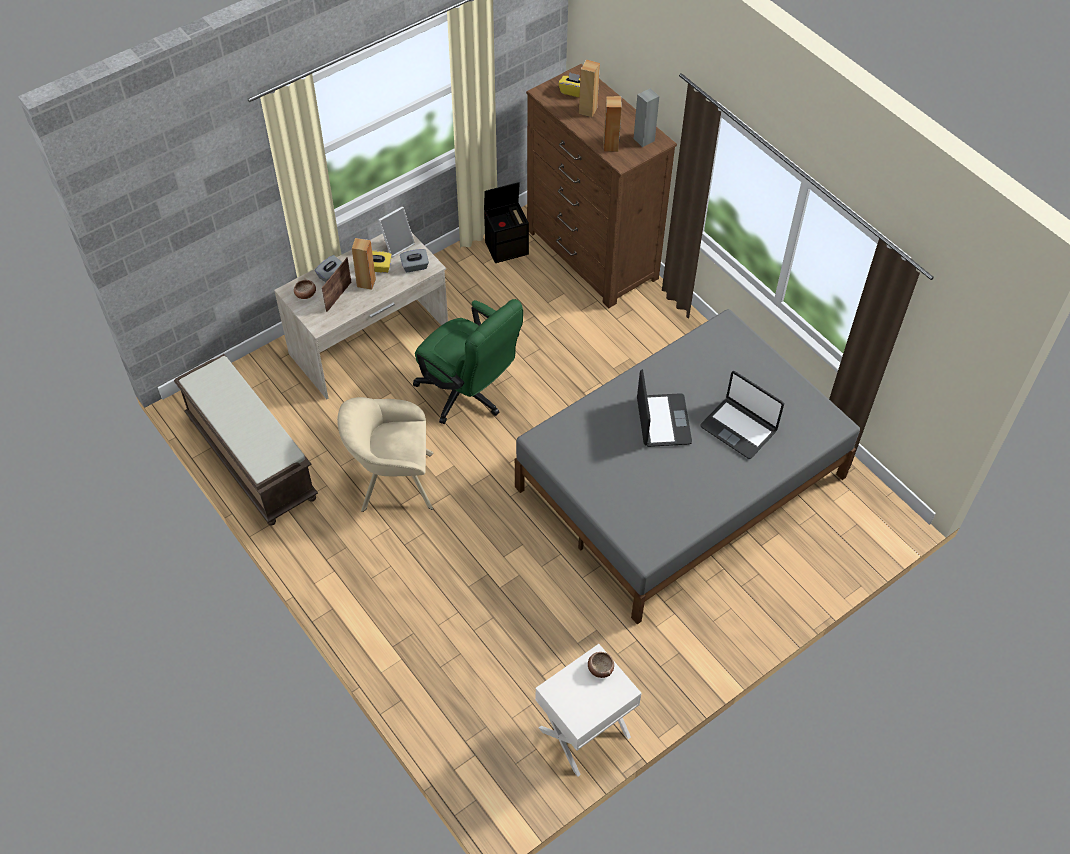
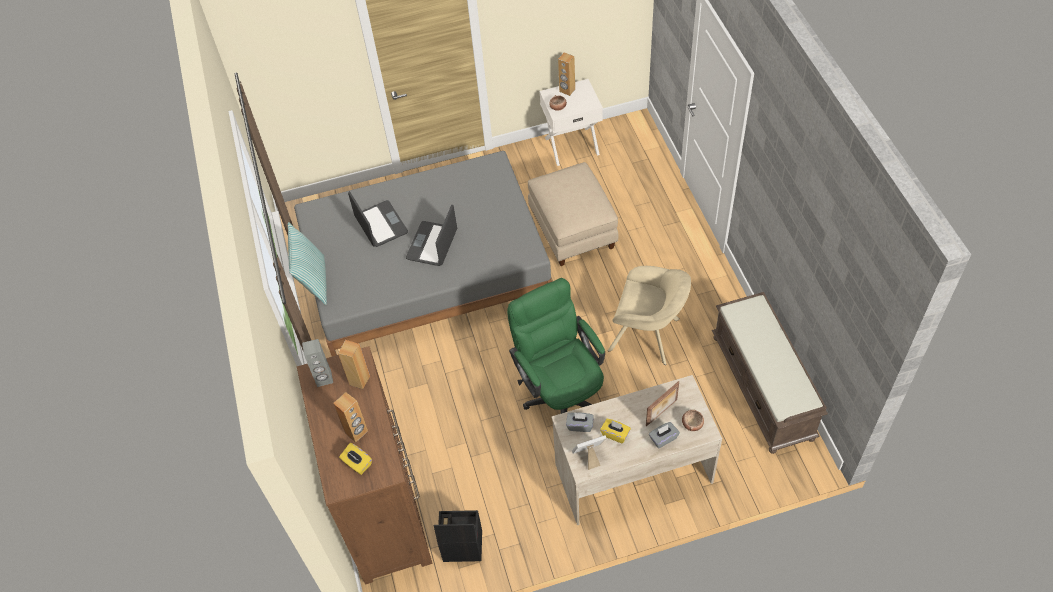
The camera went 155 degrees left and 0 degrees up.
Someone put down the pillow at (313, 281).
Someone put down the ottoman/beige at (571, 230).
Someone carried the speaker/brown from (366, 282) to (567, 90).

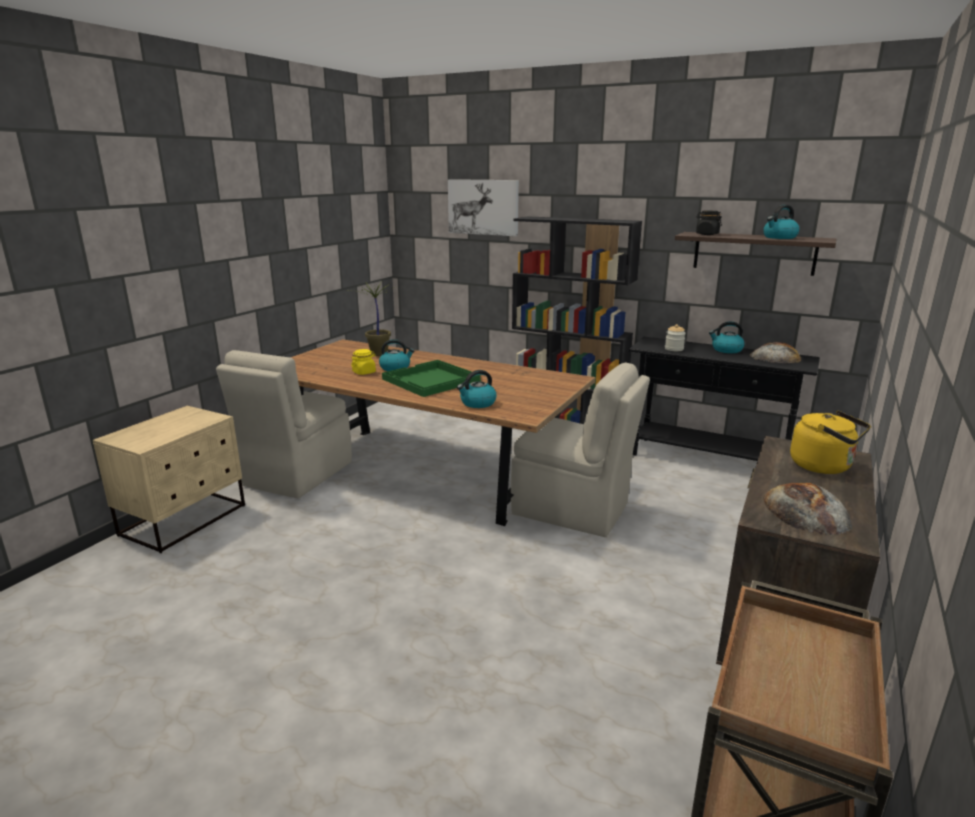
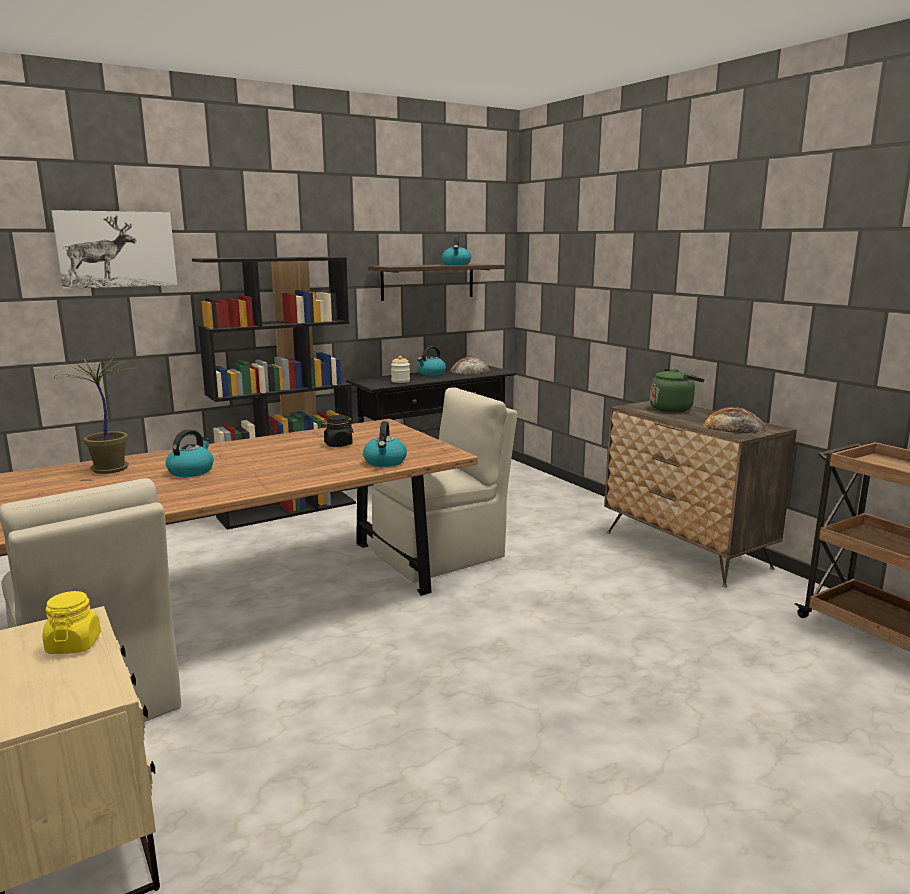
The camera went 60 degrees left and 5 degrees down.
Someone carried the jar/yellow from (364, 372) to (74, 644).
Someone carried the jar/black from (707, 234) to (338, 444).
Someone repainted the kettle/yellow at (824, 466), which became the kettle/green at (673, 409).
Someone took away the tray/green at (431, 380).

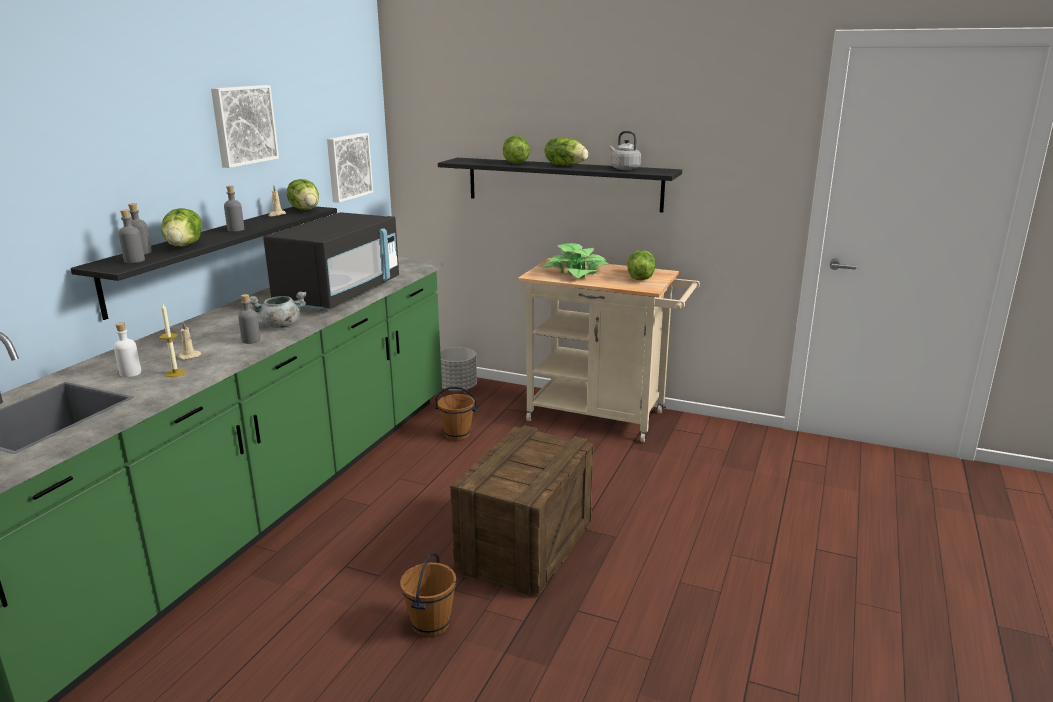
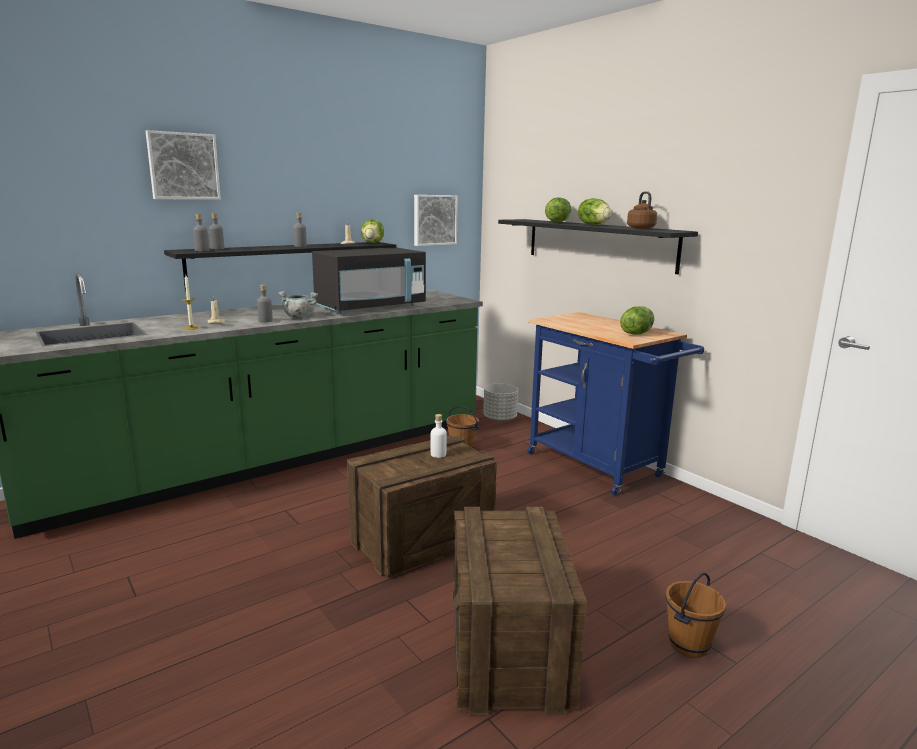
The camera went 30 degrees right and 5 degrees down.
Someone carried the picture from (243, 125) to (183, 166).
Someone carried the bottle/white from (130, 373) to (438, 454).
Someone put down the crate at (508, 651).
Someone repainted the cart/beige at (604, 417), which became the cart/blue at (600, 468).
Someone repainted the kettle/grey at (623, 168), which became the kettle/brown at (640, 228).
Someone carried the bucket/brown from (430, 624) to (688, 644).
Someone took away the lettuce at (185, 245).
Someone took away the potted plant at (576, 272).

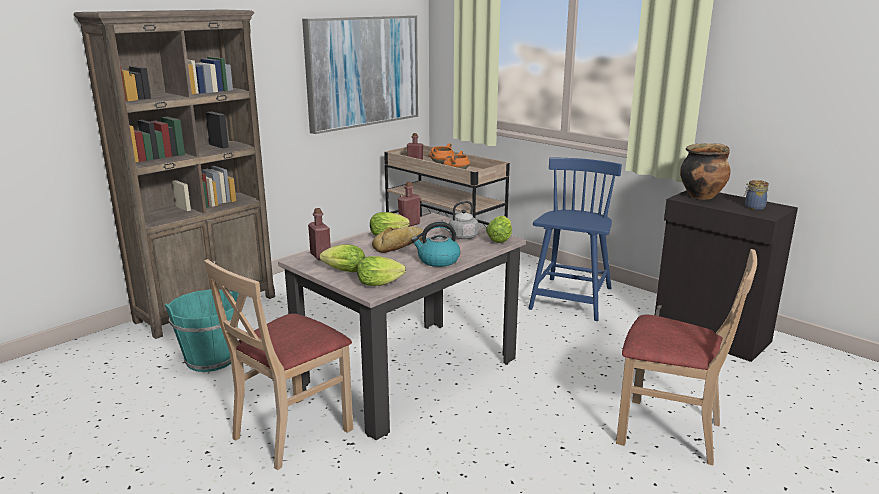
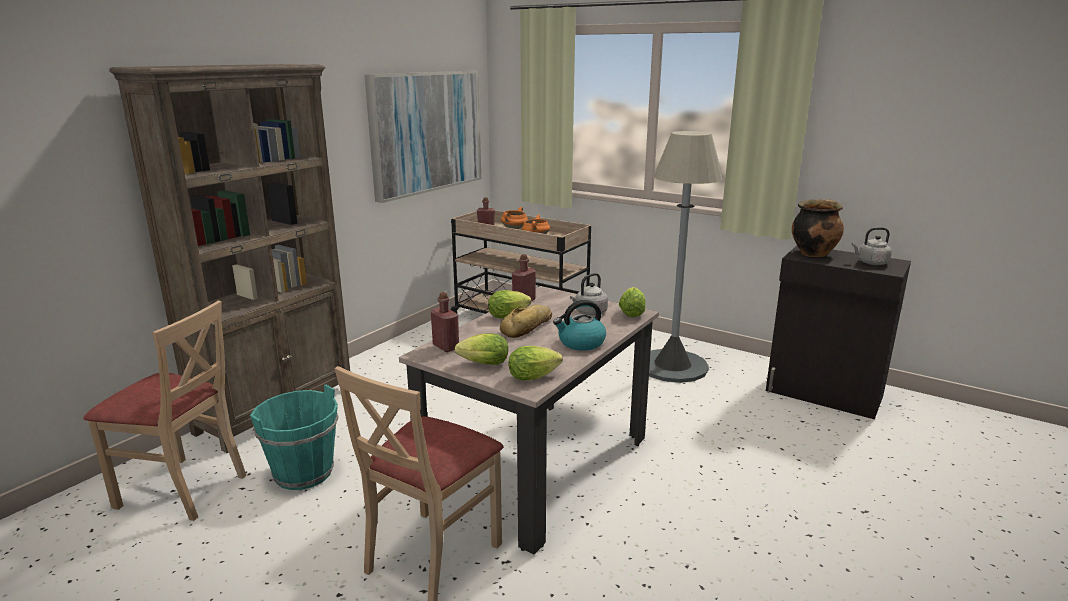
The camera went 10 degrees left and 0 degrees up.
Someone carried the chair/beige from (669, 431) to (183, 489).
Someone swapped the chair/blue at (571, 299) for the floor lamp/grey at (672, 366).
Someone swapped the jar at (753, 207) for the kettle/grey at (871, 263).

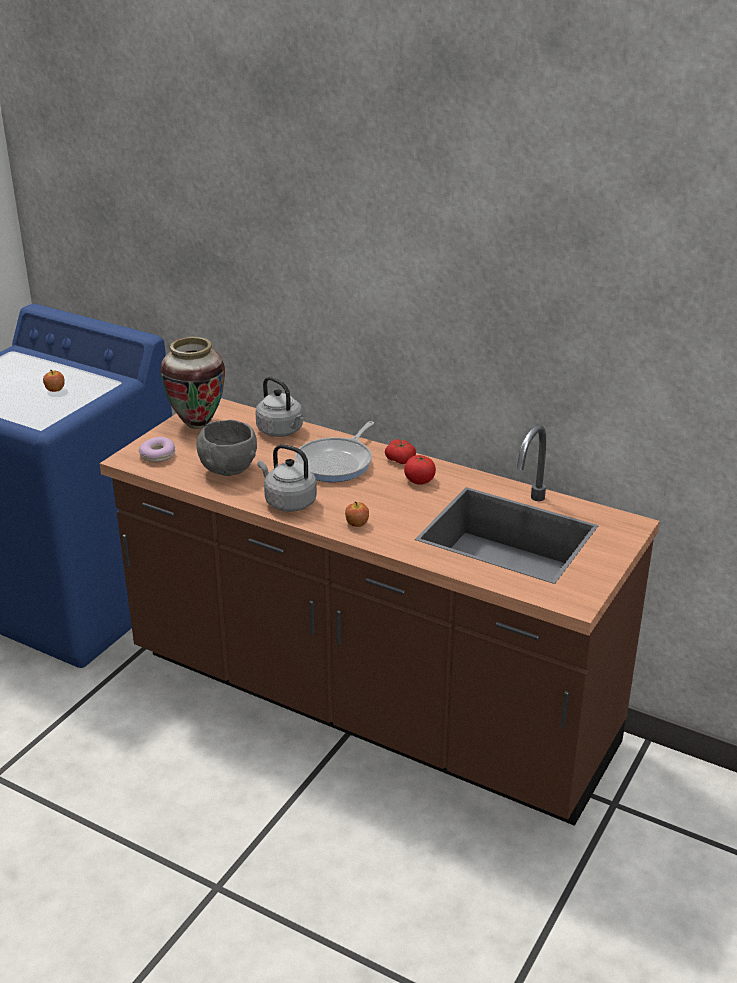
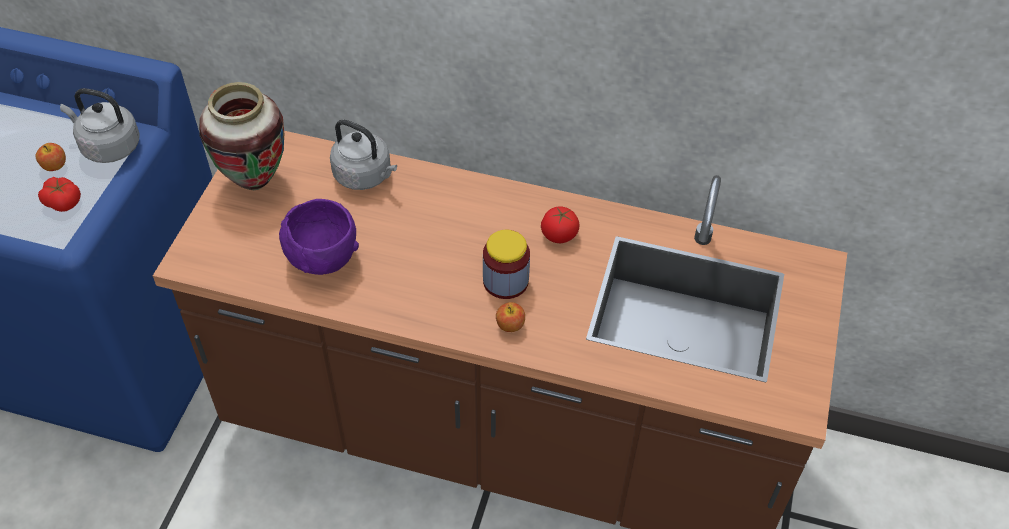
The camera went 15 degrees left and 20 degrees up.
Someone carried the tomato from (400, 459) to (63, 201).
Someone carried the kettle/grey from (288, 502) to (108, 146).
Someone repainted the bowl/grey at (228, 470), which became the bowl/purple at (322, 260).
Someone put down the jar at (505, 281).
Someone took away the donut at (158, 456).
Someone took away the frying pan at (337, 463).

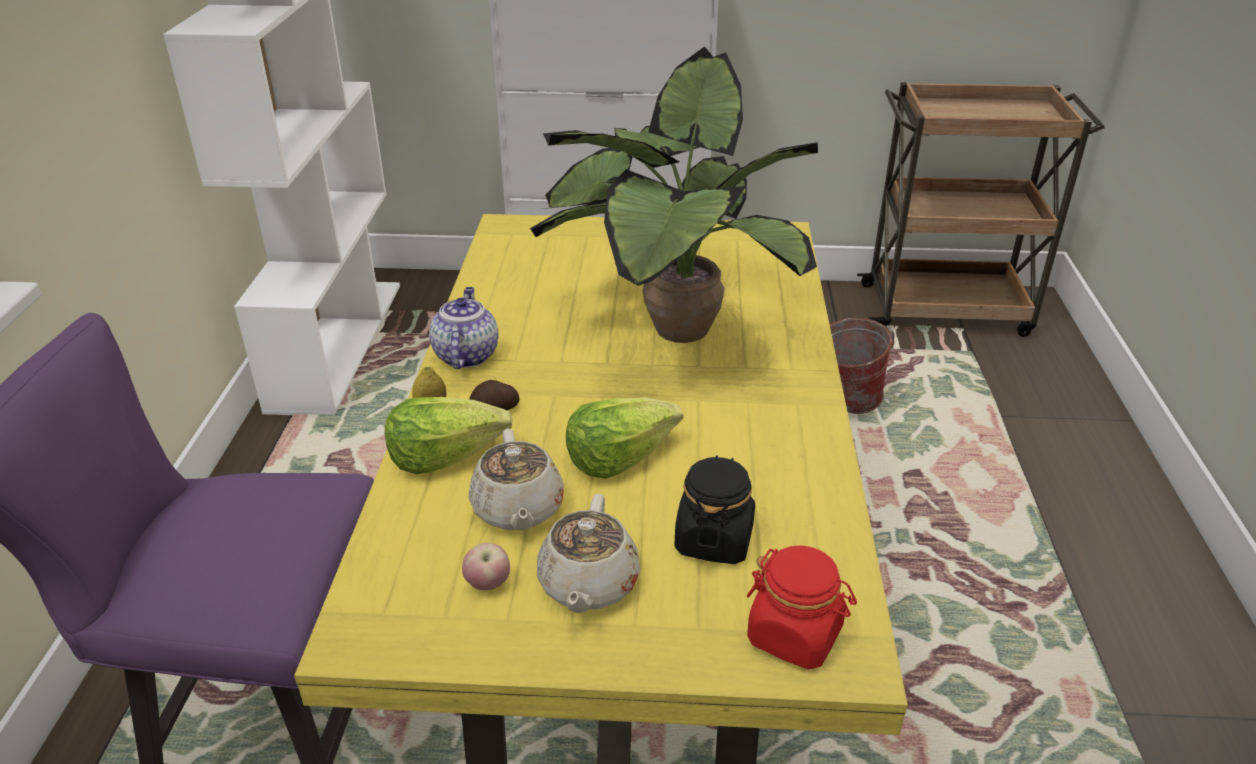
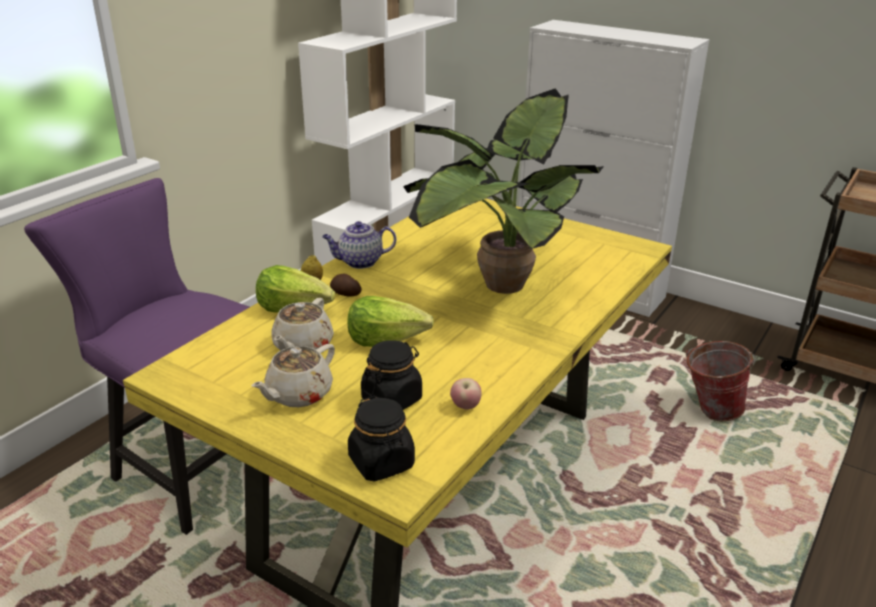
The camera went 30 degrees right and 5 degrees down.
Someone rotated the teapot at (465, 355) by 135 degrees counterclockwise.
Someone repainted the jar/red at (795, 635), which became the jar/black at (382, 463).
Someone carried the apple from (488, 584) to (465, 406).

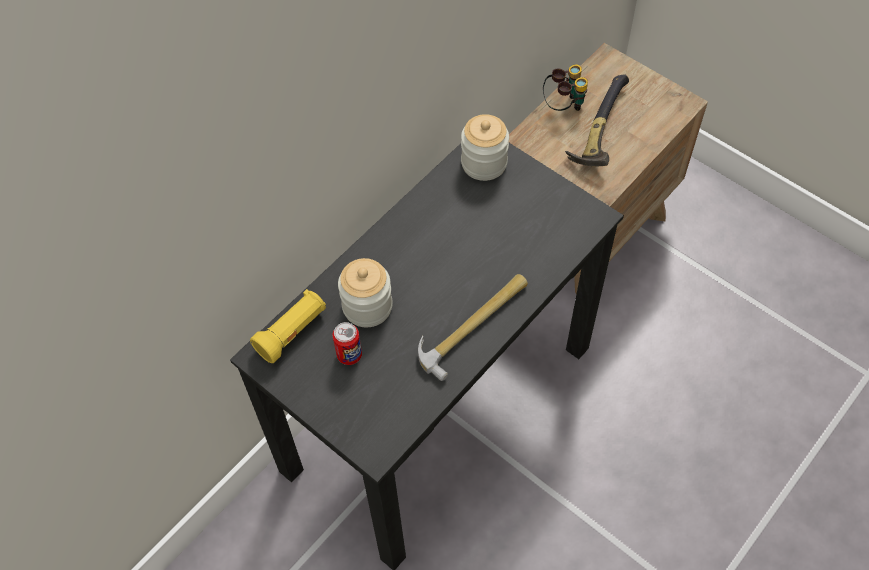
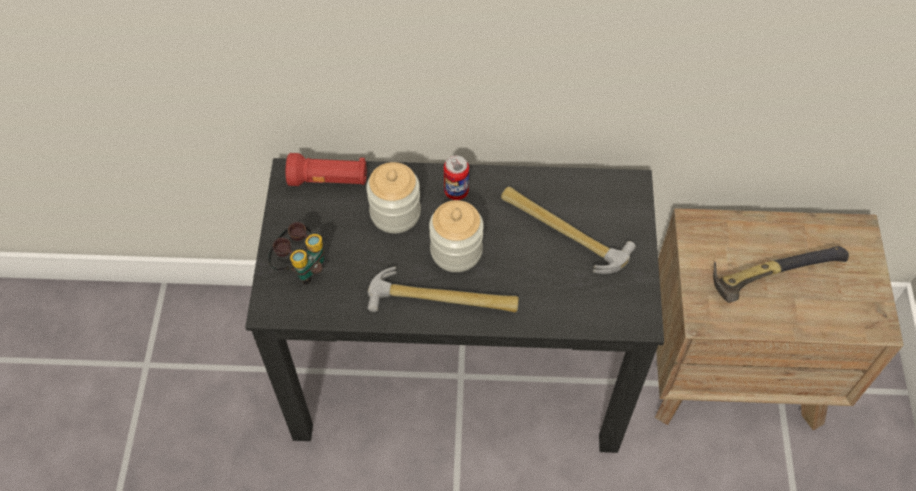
The camera went 50 degrees right and 0 degrees up.
Someone carried the binoculars from (563, 105) to (301, 267).
Someone repainted the flashlight/yellow at (292, 332), which became the flashlight/red at (329, 180).
Someone carried the jar from (484, 163) to (456, 251).
Someone carried the can from (349, 355) to (456, 191).
Someone put down the hammer at (563, 230).

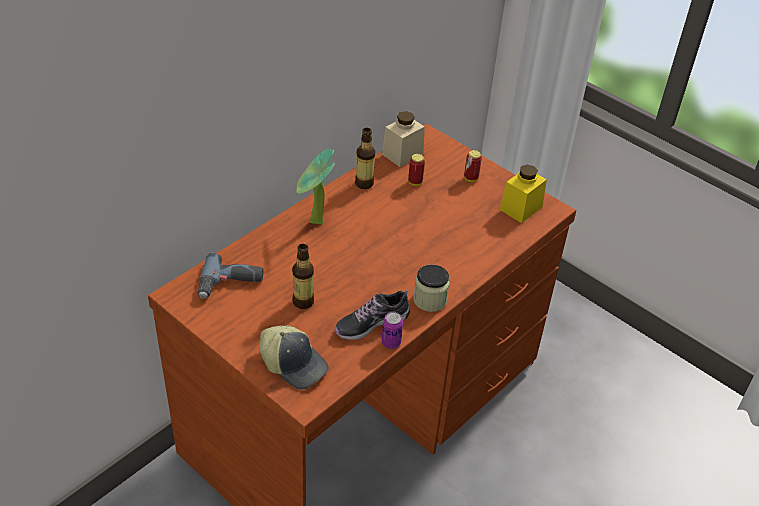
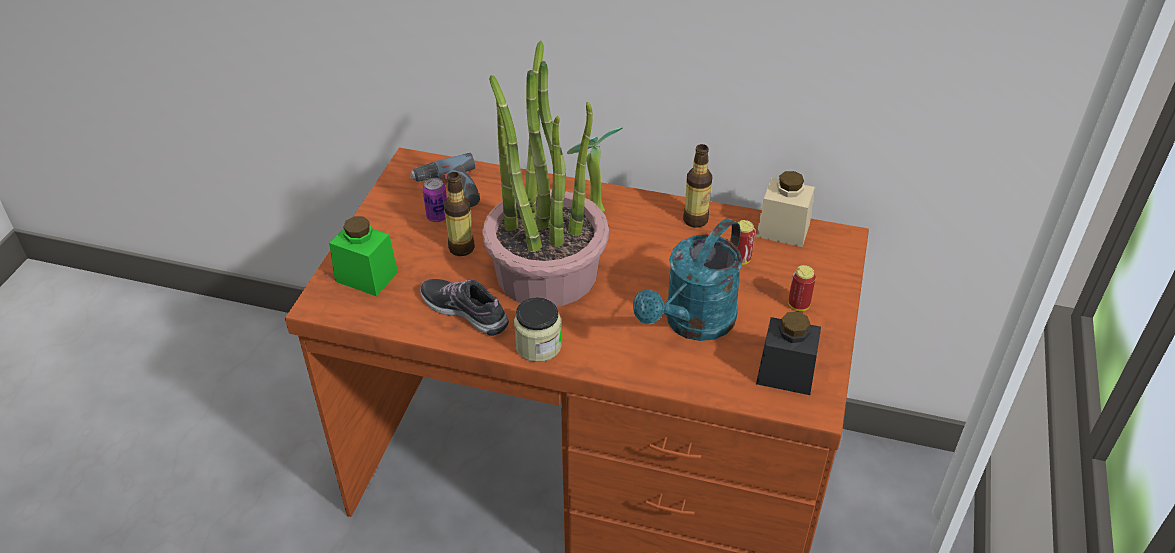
The camera went 65 degrees right and 0 degrees up.
Someone swapped the cap at (294, 364) for the jar/green at (366, 276).
Someone carried the can from (391, 343) to (437, 216).
Someone put down the potted plant at (546, 270).
Someone put down the watering can/turquoise at (692, 324).
Someone repainted the jar/yellow at (521, 208), which became the jar/black at (785, 374).

